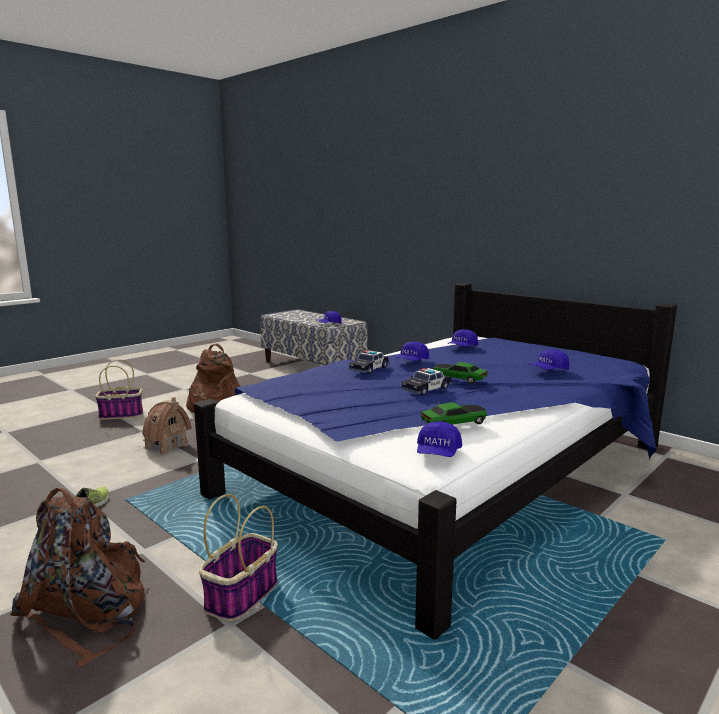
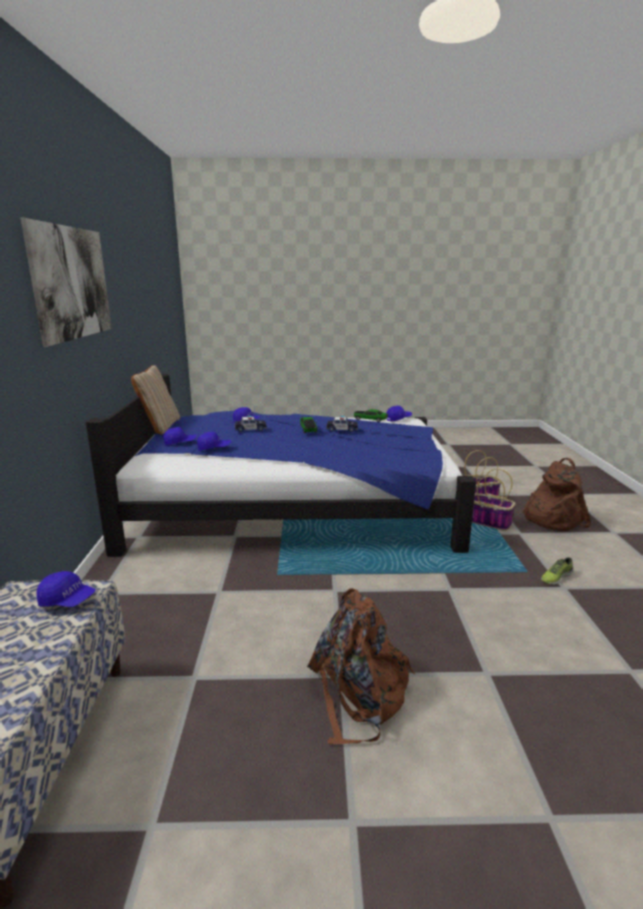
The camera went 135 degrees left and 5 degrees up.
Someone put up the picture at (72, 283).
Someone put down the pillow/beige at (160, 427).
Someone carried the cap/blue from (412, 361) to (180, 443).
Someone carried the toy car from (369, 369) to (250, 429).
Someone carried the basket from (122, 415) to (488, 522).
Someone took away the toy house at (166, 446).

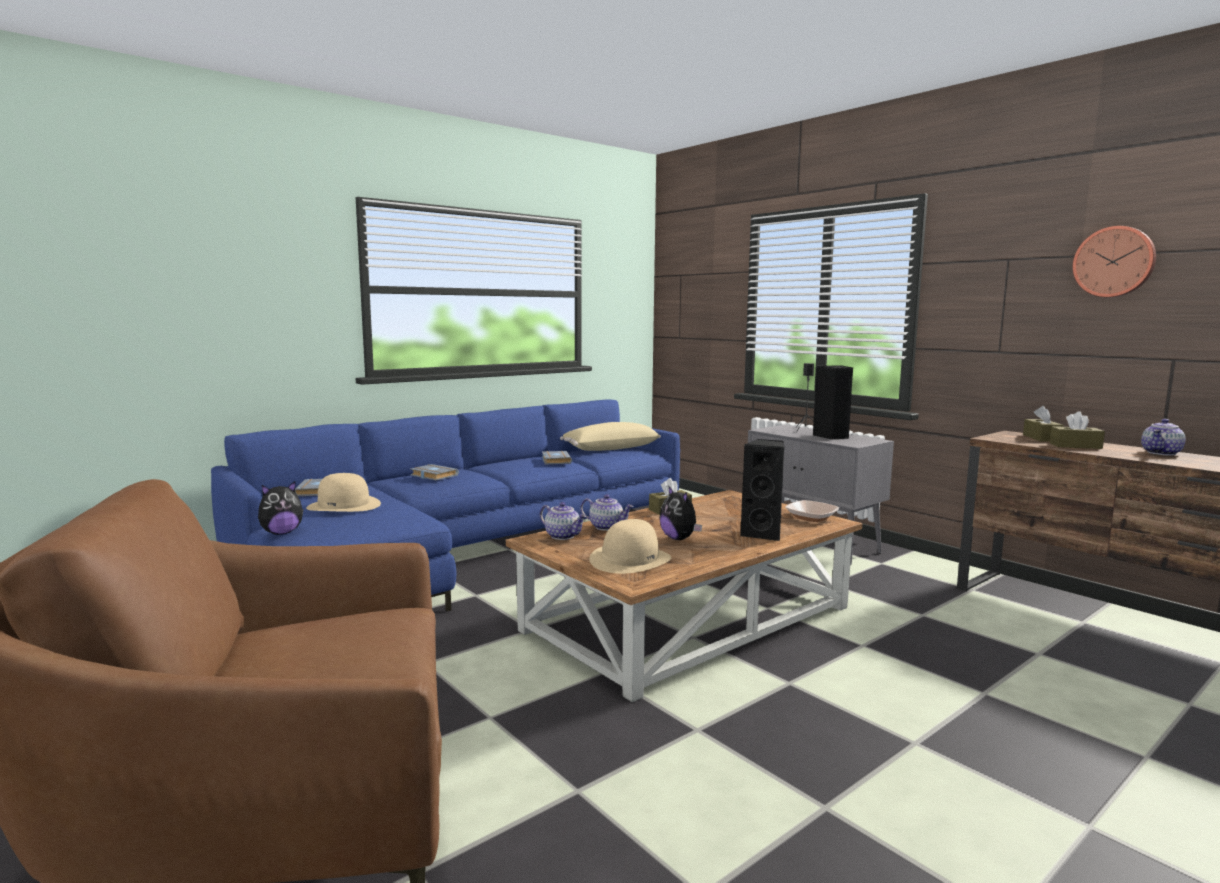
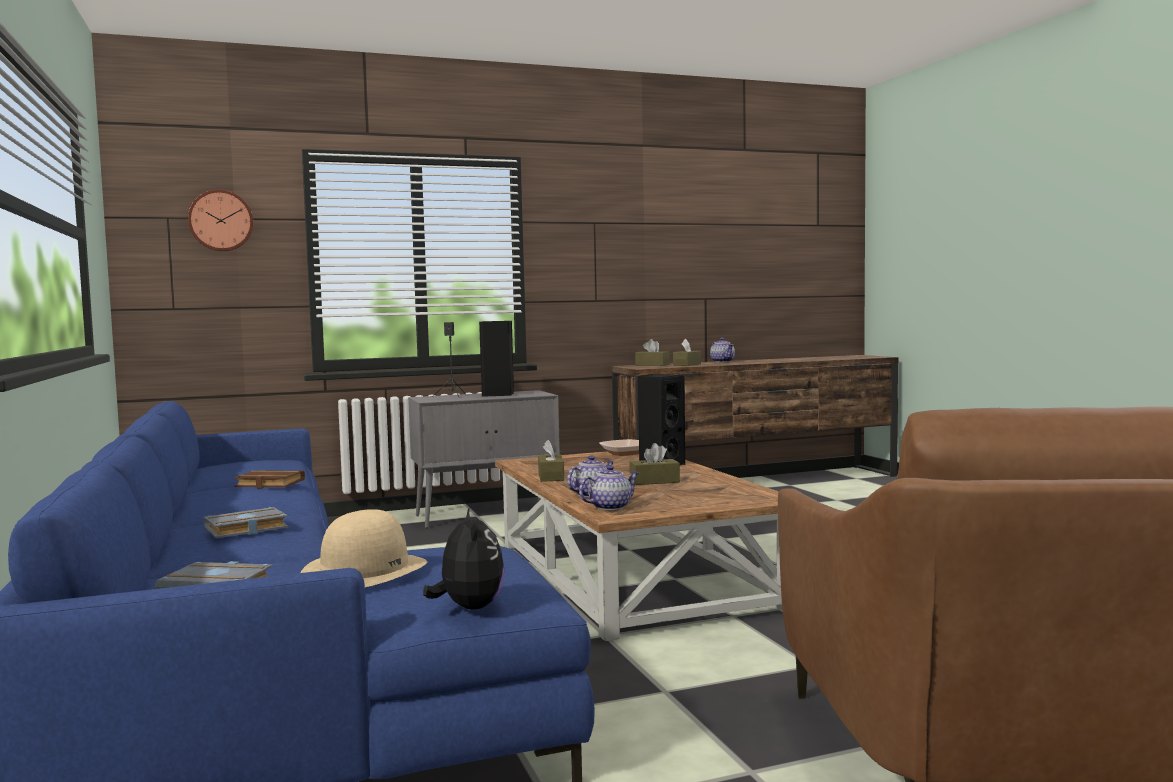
The camera went 70 degrees left and 5 degrees down.
Someone carried the wall clock from (1114, 262) to (221, 221).
Someone repainted the book/grey at (555, 461), which became the book/brown at (268, 484).
Someone swapped the plush toy at (679, 538) for the tissue box/brown at (654, 481).
Someone took away the pillow/beige at (610, 449).
Someone took away the hat/beige at (630, 559).

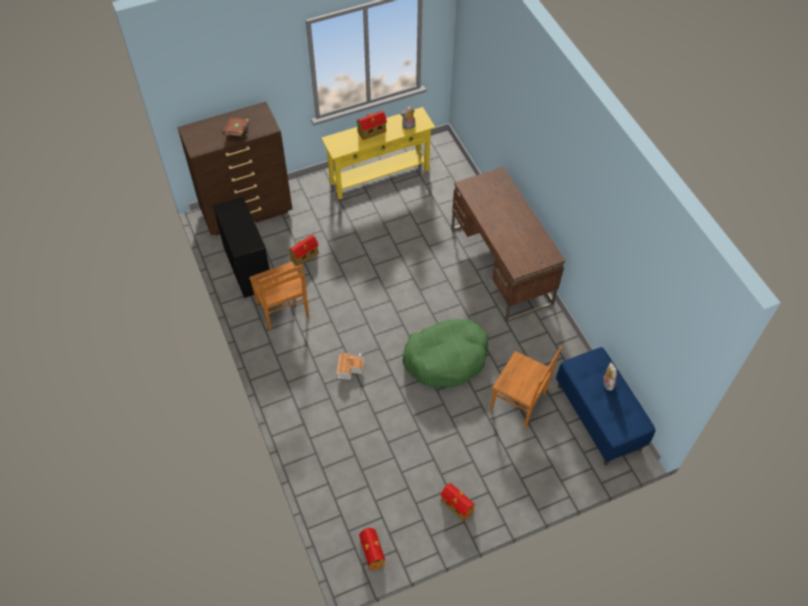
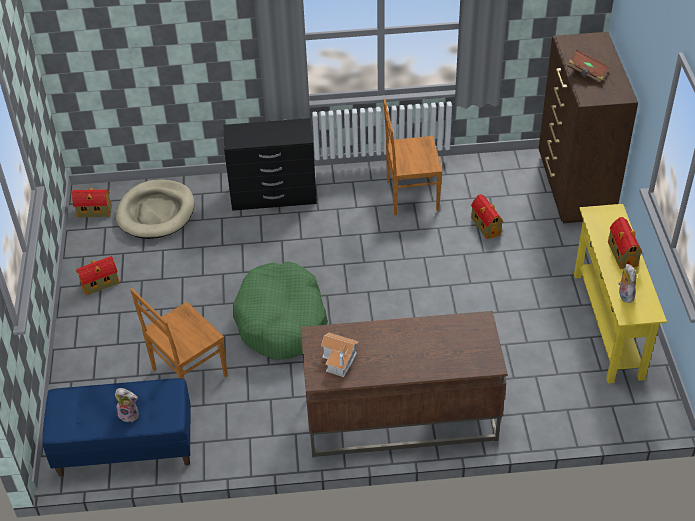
The camera went 110 degrees right and 10 degrees down.
Someone put down the dog bed/beige at (156, 212).
Someone carried the dresser/black from (248, 267) to (274, 196).
Someone carried the toy house from (350, 368) to (340, 360).

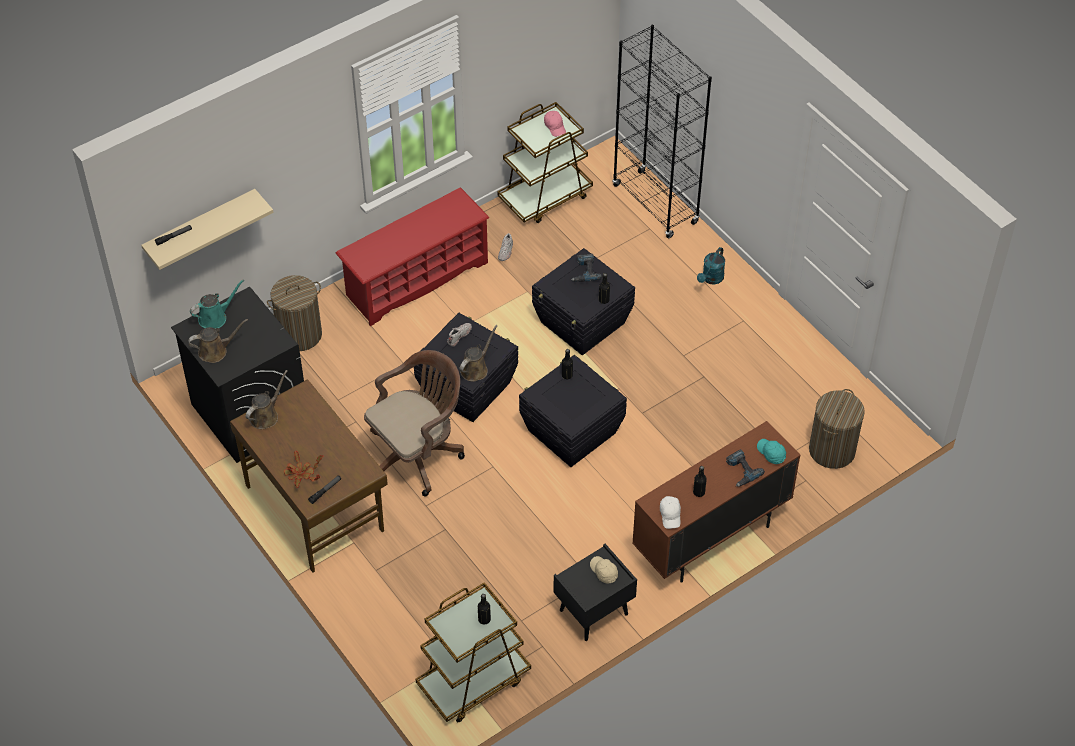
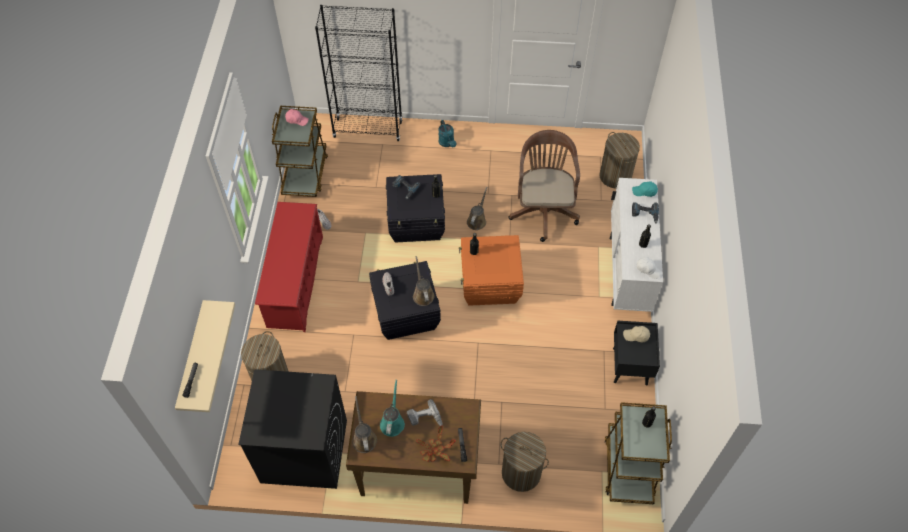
The camera went 50 degrees left and 5 degrees up.
Someone carried the watering can/turquoise from (215, 317) to (392, 422).
Someone put down the power drill at (425, 419).
Someone repainted the storage box/black at (571, 431), which became the storage box/orange at (489, 285).
Someone carried the watering can/brown from (215, 351) to (477, 220).
Someone put down the laundry basket at (521, 472).
Someone carried the office chair/brown from (417, 454) to (543, 209).
Someone repainted the cabinet/brown at (710, 539), which became the cabinet/white at (627, 272).

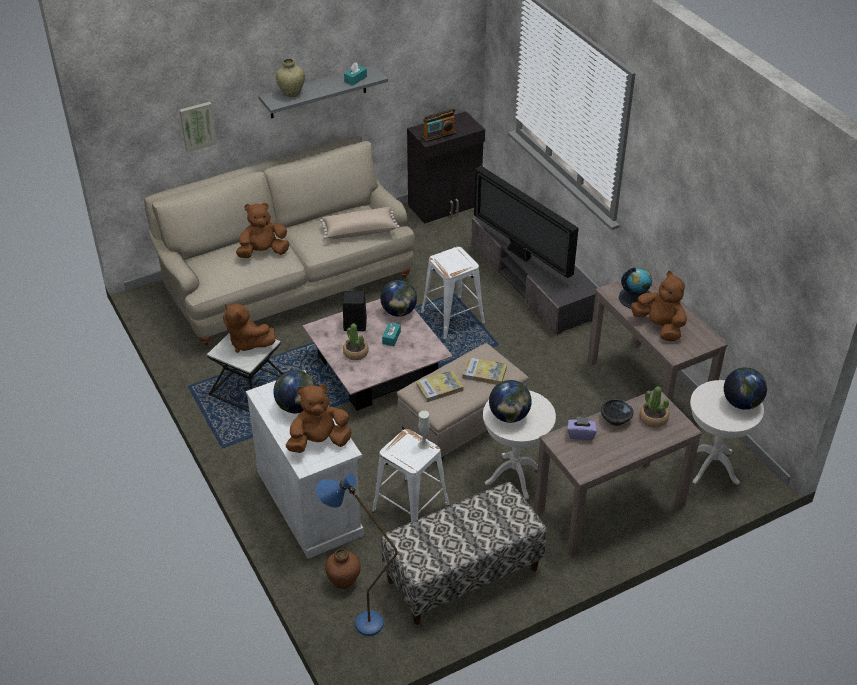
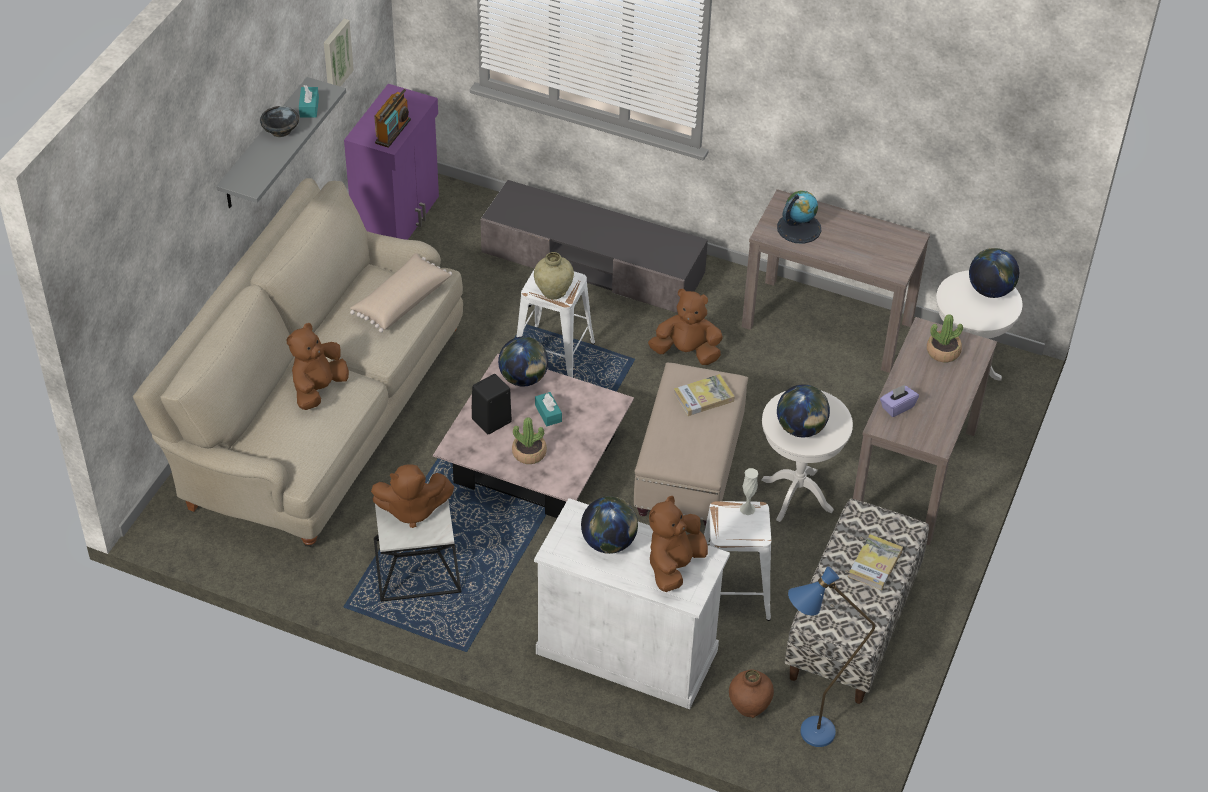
The camera went 40 degrees left and 5 degrees up.
Someone carried the bowl/black from (615, 419) to (280, 130).
Someone carried the picture from (197, 126) to (336, 56).
Someone repainted the cabinet/black at (445, 205), which became the cabinet/purple at (398, 217).
Someone carried the vase/beige from (291, 93) to (553, 292).
Someone carried the plush toy/brown from (659, 327) to (686, 352).
Someone carried the book from (439, 388) to (875, 564).
Someone took away the television at (520, 255).

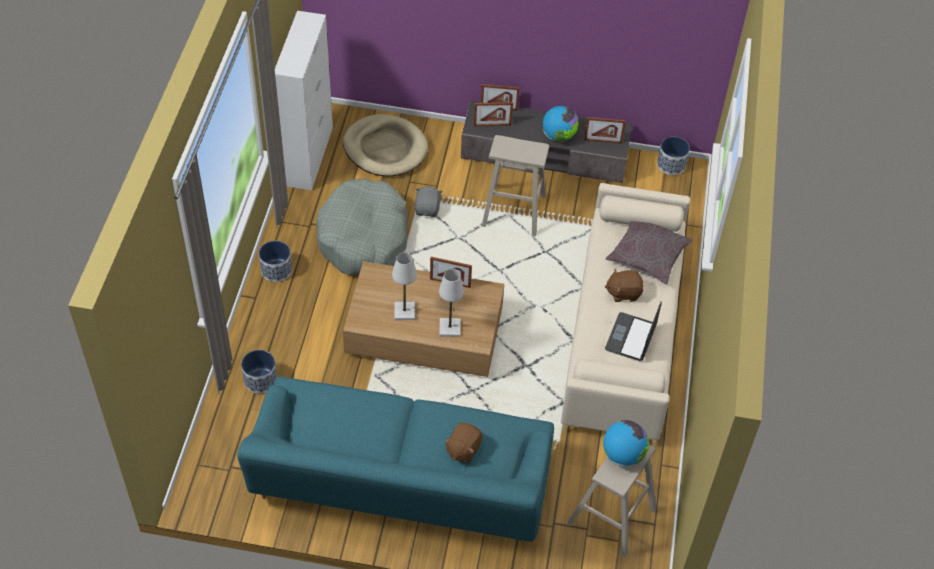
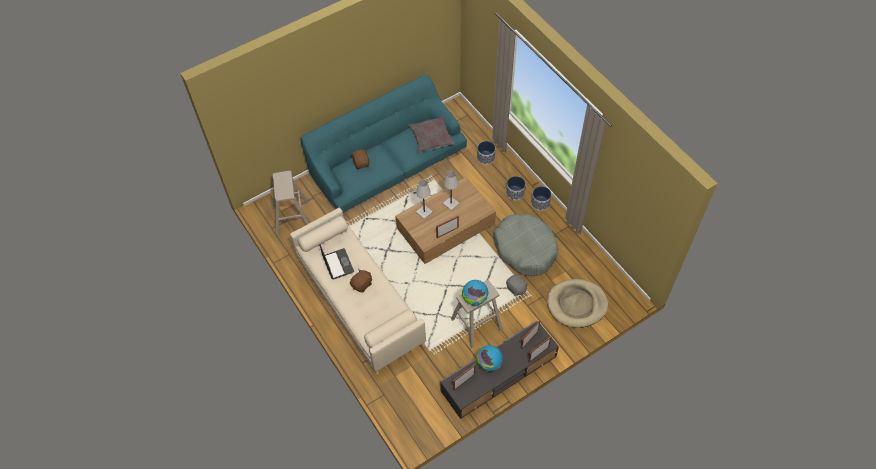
The camera went 140 degrees right and 5 degrees up.
Someone carried the pillow/grey from (648, 255) to (431, 137).
Someone carried the globe from (623, 455) to (475, 299).
Someone carried the planter from (671, 165) to (515, 193).
Someone took away the cabinet/white at (309, 156).

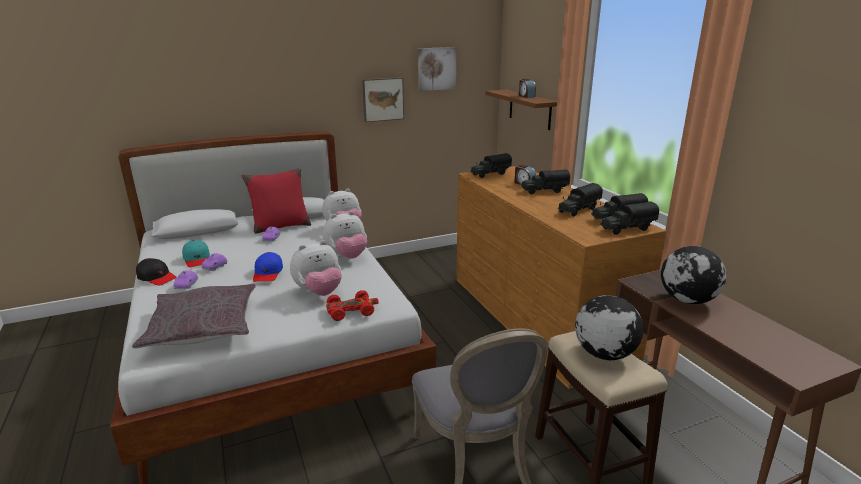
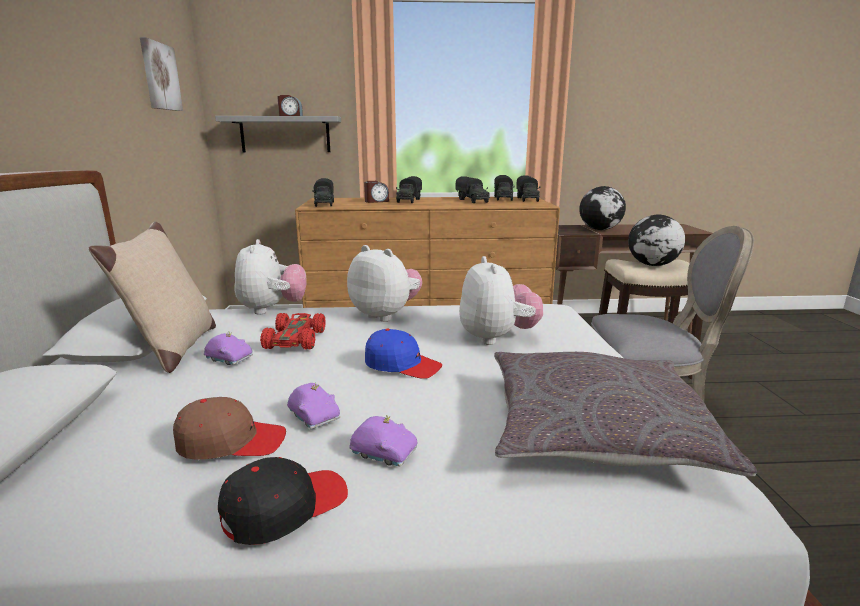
The camera went 70 degrees left and 5 degrees down.
Someone repainted the pillow/red at (280, 227), which became the pillow/beige at (174, 350).
Someone repainted the cap/turquoise at (197, 259), which became the cap/brown at (231, 442).
Someone repainted the shelf/brown at (530, 109), which became the shelf/grey at (285, 134).
Someone carried the toy car/red from (351, 310) to (295, 339).
Someone rotated the plush toy at (347, 256) by 45 degrees counterclockwise.
Someone took away the picture at (382, 99).

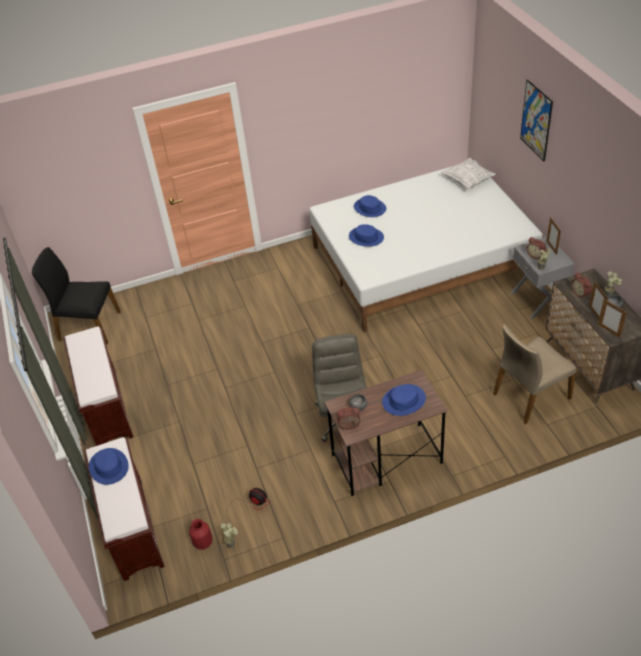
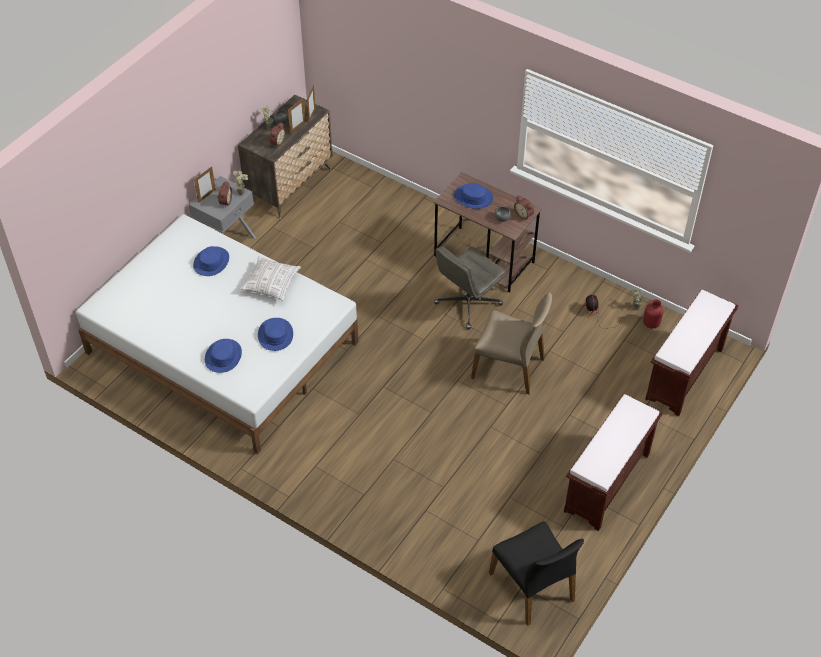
The camera went 130 degrees left and 5 degrees up.
Someone carried the hat/blue from (108, 467) to (211, 262).
Someone carried the pillow from (468, 179) to (271, 283).
Someone carried the chair/beige from (530, 396) to (509, 368).
Someone took away the picture at (536, 120).

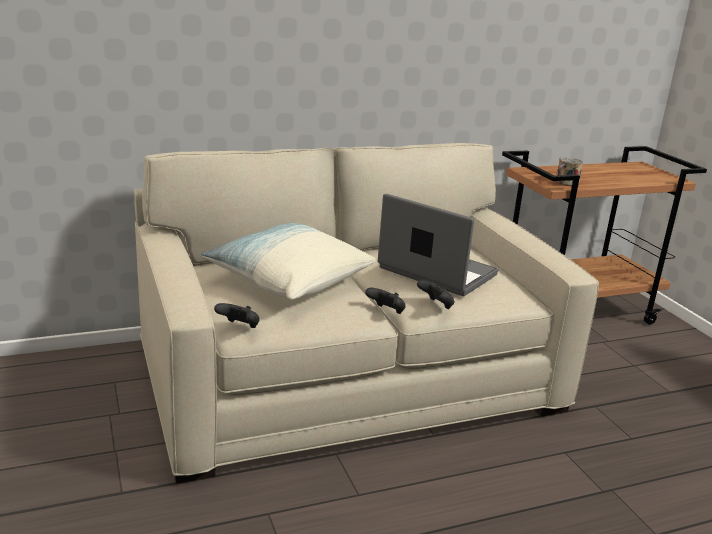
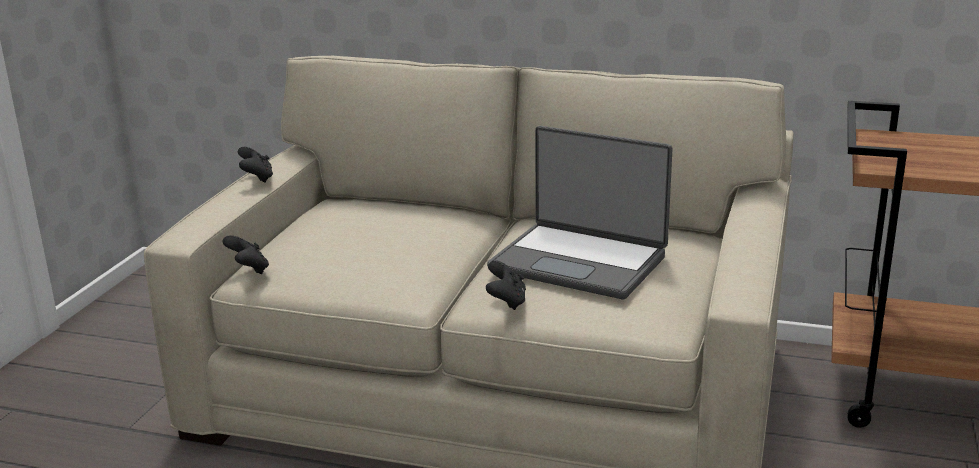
The camera went 40 degrees right and 0 degrees up.
Someone carried the game controller/black from (386, 312) to (257, 178).
Someone rotated the laptop at (436, 272) by 135 degrees clockwise.
Someone took away the pillow at (288, 280).
Someone took away the mug at (566, 183).

